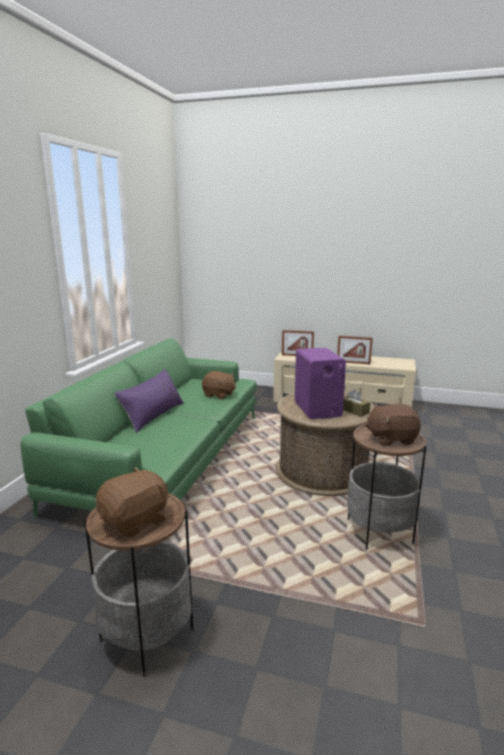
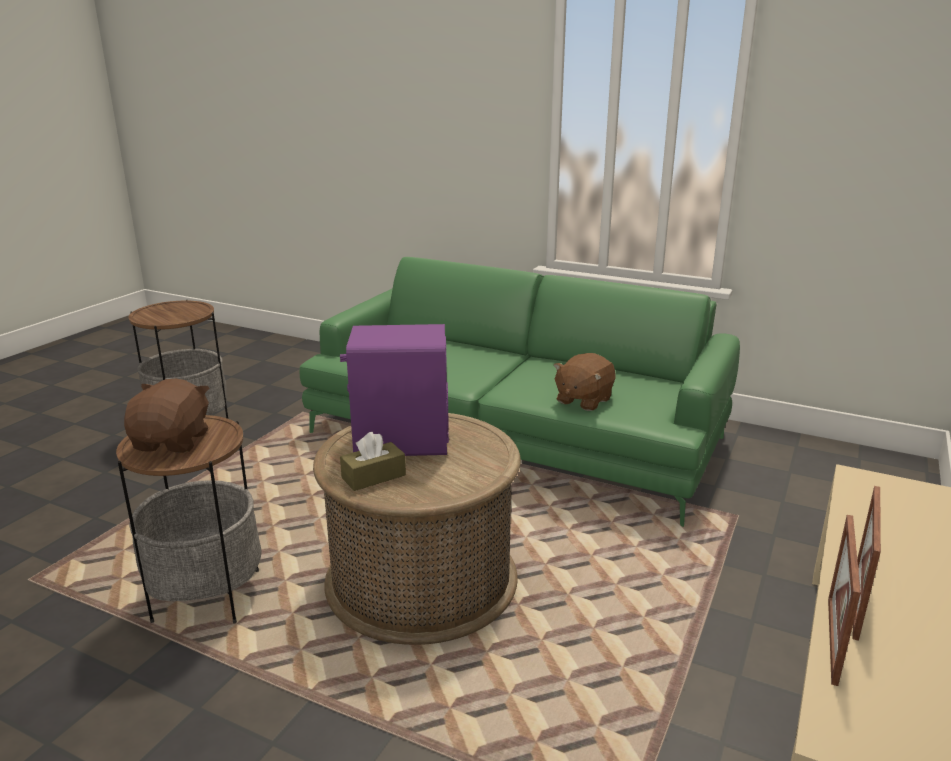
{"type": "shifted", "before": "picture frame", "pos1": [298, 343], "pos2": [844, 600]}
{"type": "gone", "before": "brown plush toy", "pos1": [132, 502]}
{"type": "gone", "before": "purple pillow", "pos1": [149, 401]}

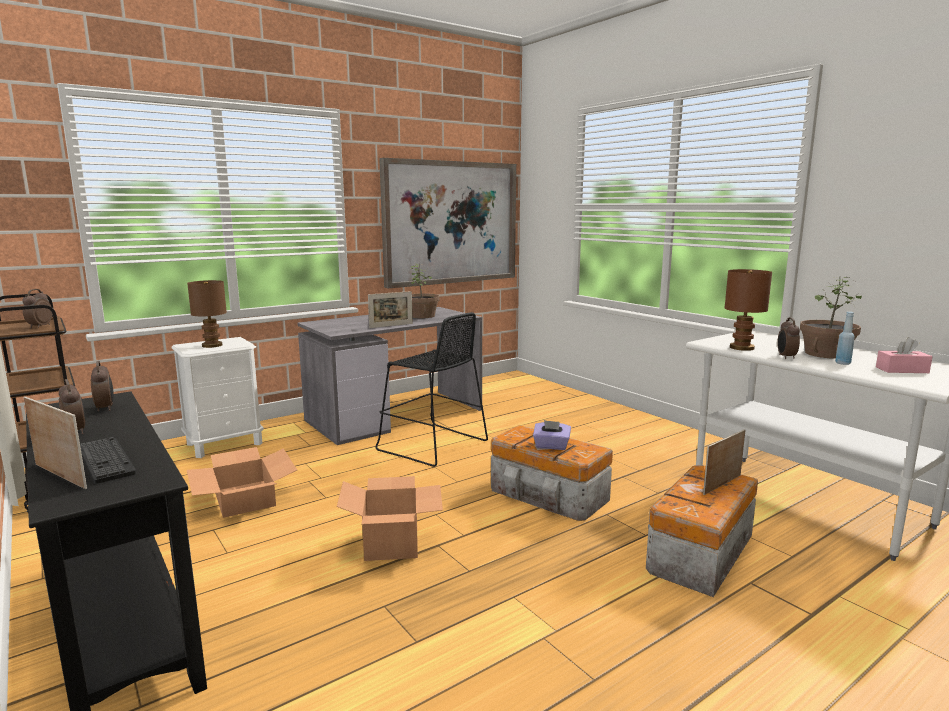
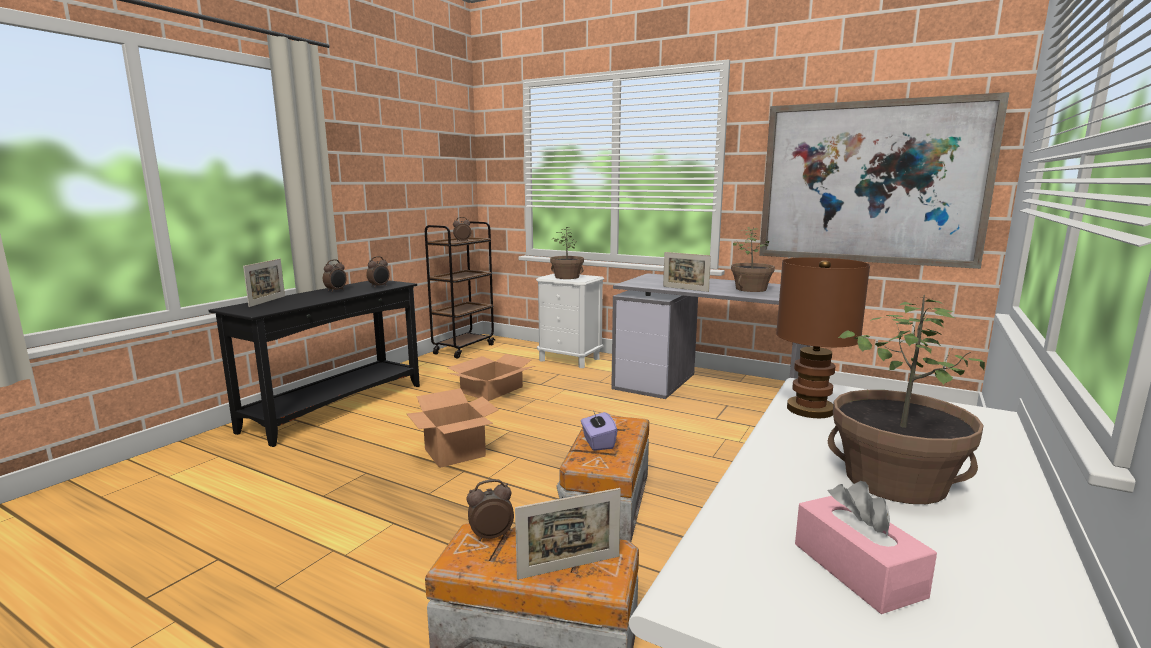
{"type": "shifted", "before": "alarm clock", "pos1": [788, 338], "pos2": [490, 510]}
{"type": "rotated", "before": "picture frame", "pos1": [724, 462], "pos2": [568, 534], "turn": 135}
{"type": "swapped", "before": "brown table lamp", "after": "potted plant", "pos1": [207, 314], "pos2": [567, 253]}
{"type": "gone", "before": "keyboard", "pos1": [108, 460]}
{"type": "gone", "before": "black stool", "pos1": [431, 389]}
{"type": "gone", "before": "blue bottle", "pos1": [845, 338]}

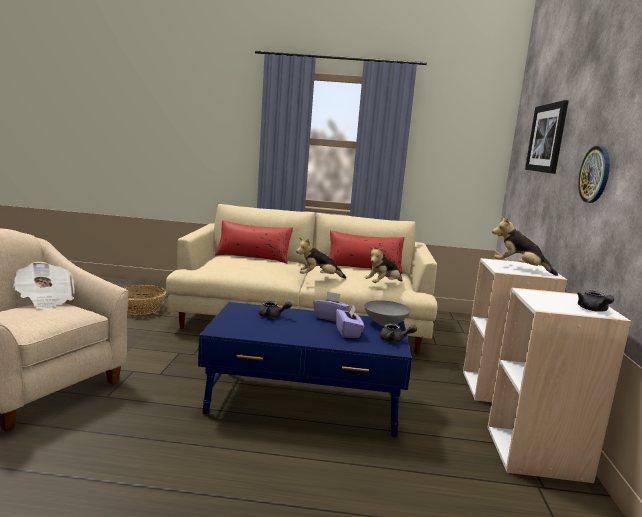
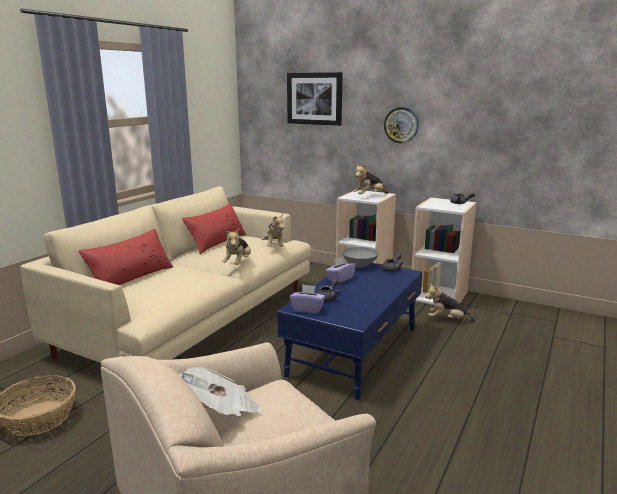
{"type": "shifted", "before": "purple tissue box", "pos1": [350, 322], "pos2": [307, 299]}
{"type": "new", "after": "plush toy", "pos2": [450, 302]}

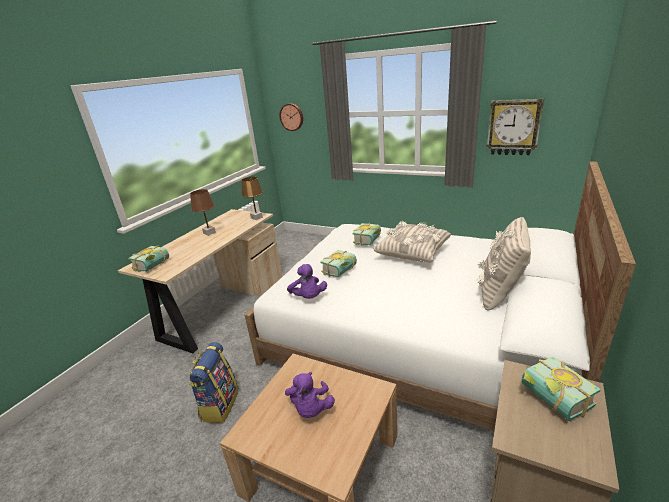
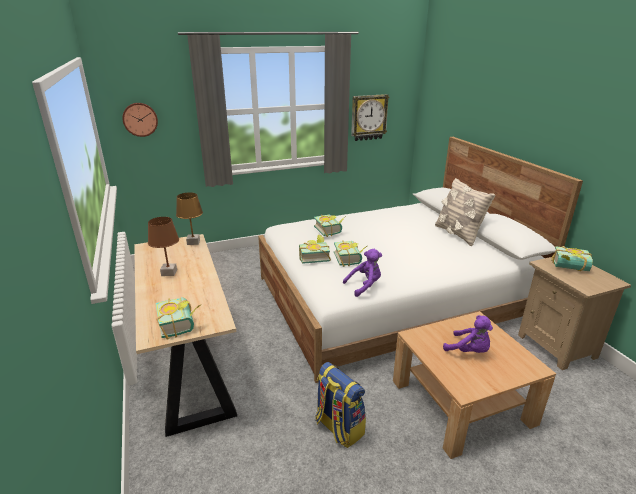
{"type": "new", "after": "book", "pos2": [315, 249]}
{"type": "rotated", "before": "purple plush toy", "pos1": [307, 281], "pos2": [362, 273], "turn": -45}
{"type": "gone", "before": "beige pillow", "pos1": [412, 241]}

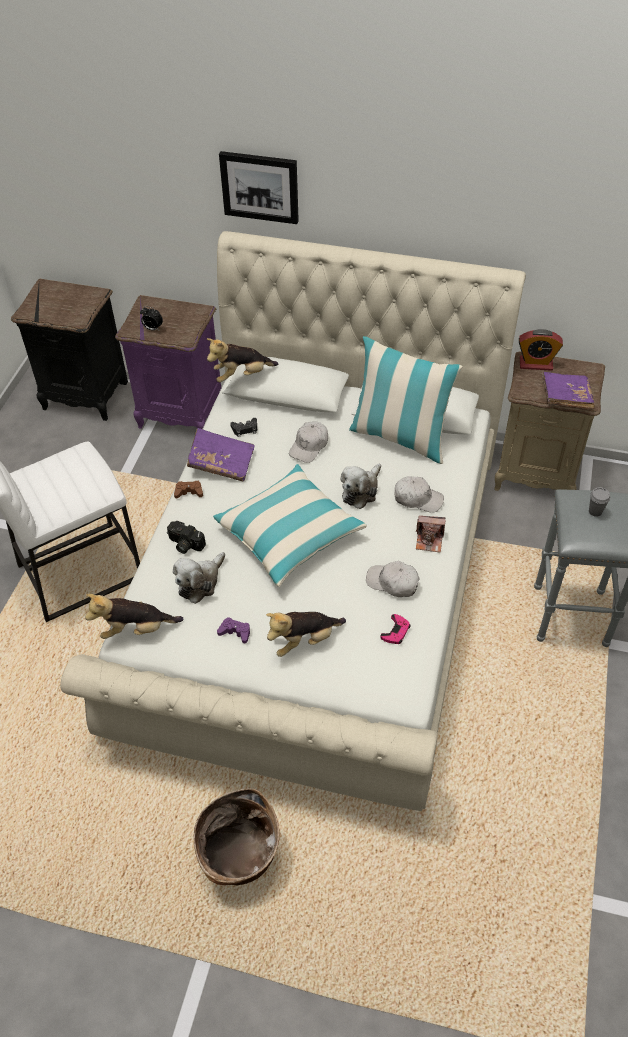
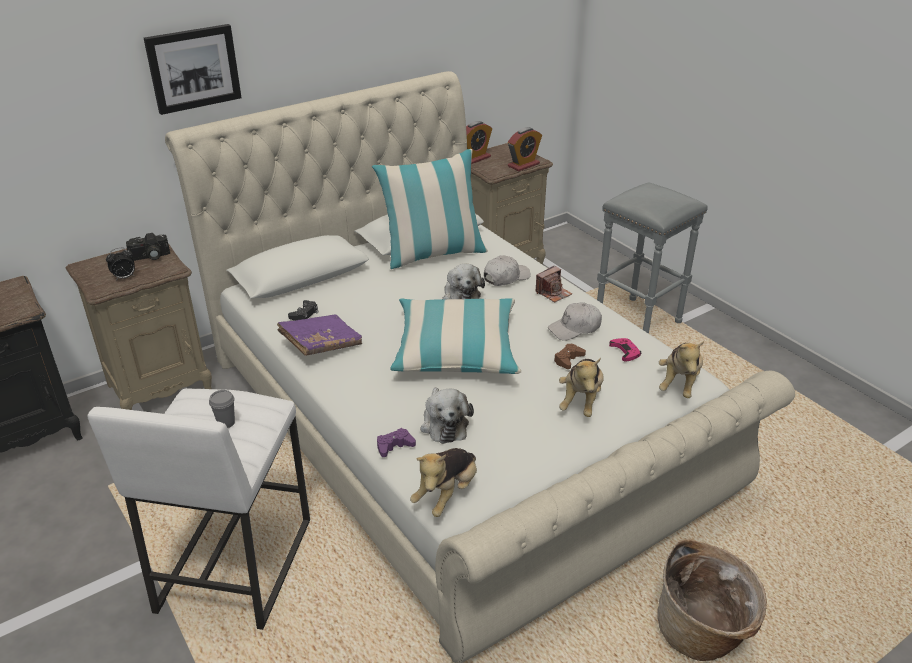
{"type": "repainted", "before": "purple nightstand", "after": "beige nightstand", "pos1": [168, 362], "pos2": [139, 326]}
{"type": "shifted", "before": "photo camera", "pos1": [186, 537], "pos2": [148, 247]}
{"type": "shifted", "before": "grey cup", "pos1": [599, 502], "pos2": [222, 409]}
{"type": "shifted", "before": "purple game controller", "pos1": [233, 630], "pos2": [396, 442]}
{"type": "swapped", "before": "purple book", "after": "alarm clock", "pos1": [568, 391], "pos2": [525, 149]}
{"type": "shifted", "before": "brown game controller", "pos1": [188, 489], "pos2": [570, 356]}
{"type": "shifted", "before": "plush toy", "pos1": [243, 360], "pos2": [681, 369]}
{"type": "gone", "before": "white cap", "pos1": [308, 442]}

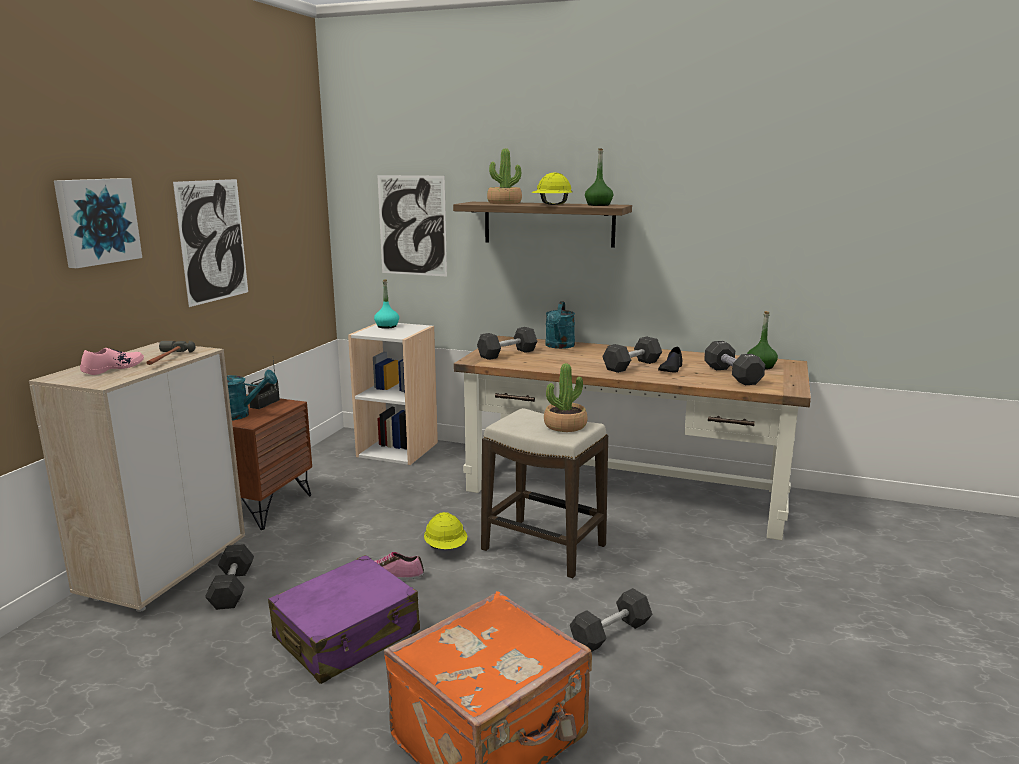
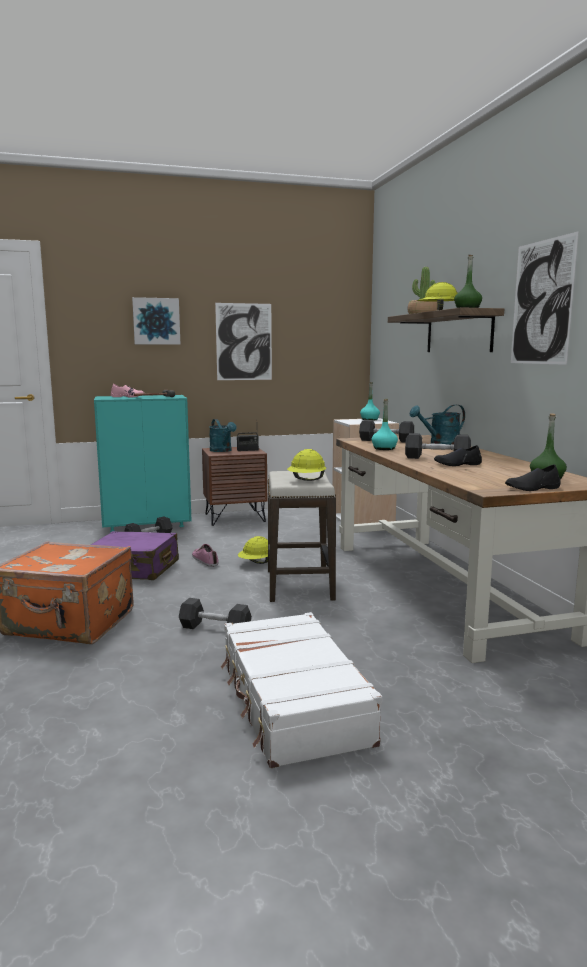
{"type": "repainted", "before": "beige cabinet", "after": "turquoise cabinet", "pos1": [137, 477], "pos2": [143, 463]}
{"type": "new", "after": "white suitcase", "pos2": [301, 690]}
{"type": "swapped", "before": "potted plant", "after": "yellow hard hat", "pos1": [566, 397], "pos2": [306, 465]}
{"type": "new", "after": "turquoise bottle", "pos2": [385, 424]}
{"type": "new", "after": "black shoe", "pos2": [533, 477]}
{"type": "shifted", "before": "picture", "pos1": [412, 226], "pos2": [545, 298]}
{"type": "gone", "before": "black dumbbell", "pos1": [734, 363]}

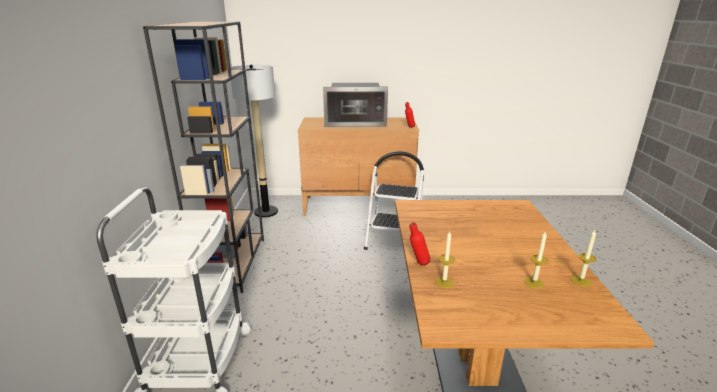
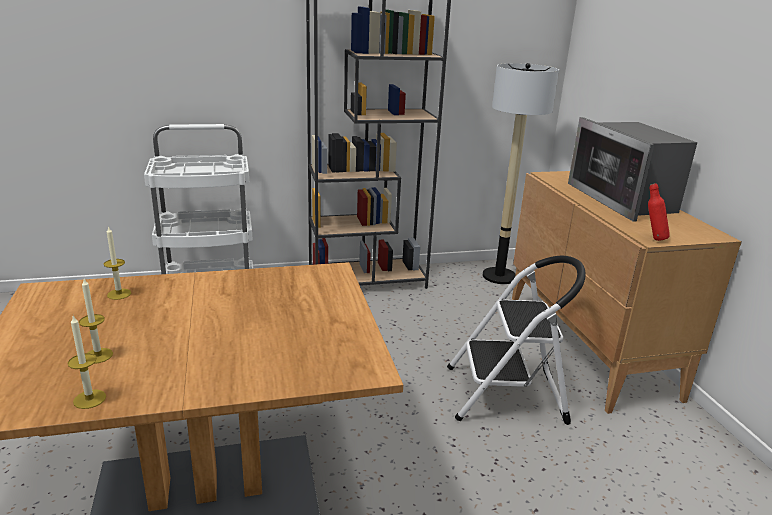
{"type": "gone", "before": "red bottle", "pos1": [420, 243]}

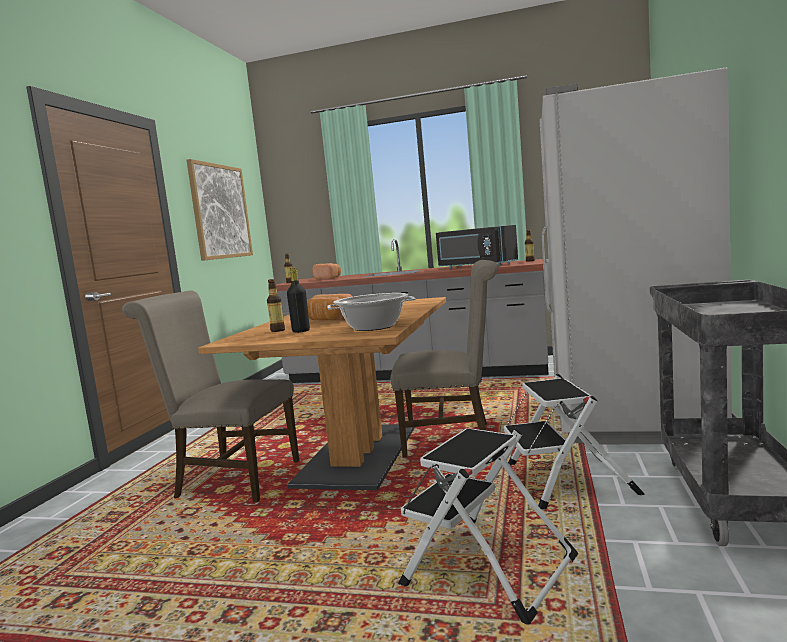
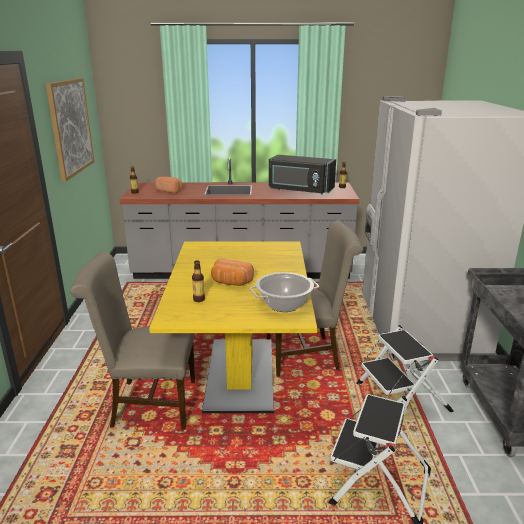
{"type": "repainted", "before": "brown dining table", "after": "yellow dining table", "pos1": [322, 393], "pos2": [233, 327]}
{"type": "gone", "before": "black bottle", "pos1": [298, 300]}

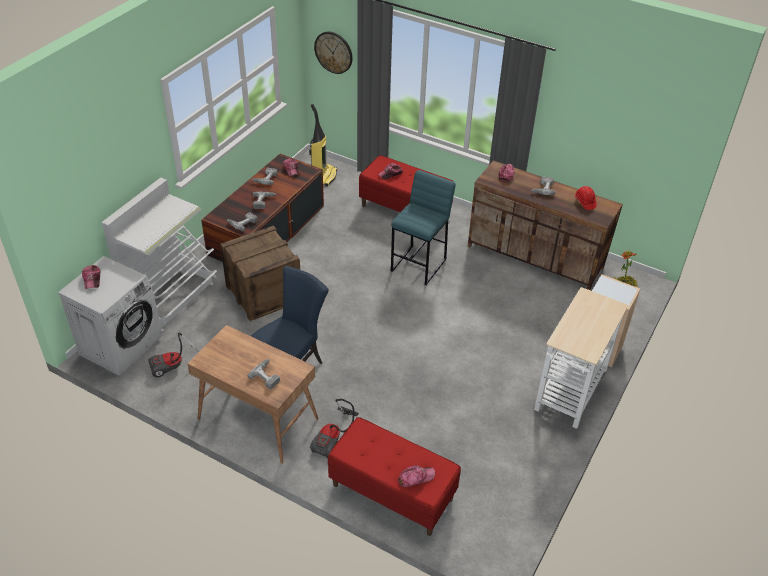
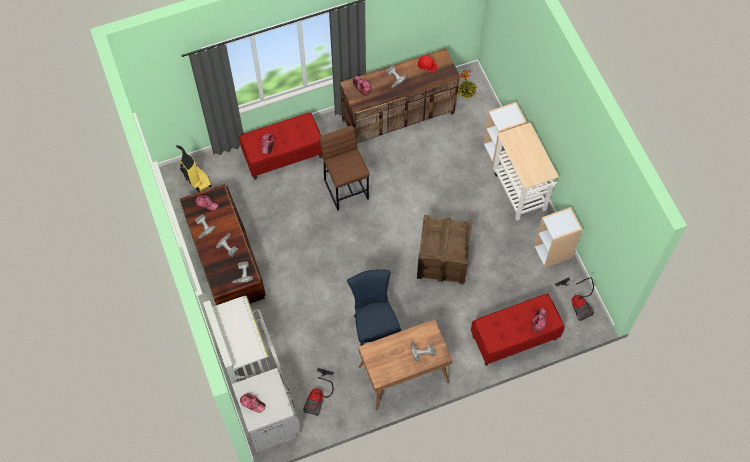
{"type": "repainted", "before": "turquoise stool", "after": "brown stool", "pos1": [423, 227], "pos2": [344, 168]}
{"type": "shifted", "before": "crate", "pos1": [260, 273], "pos2": [444, 250]}
{"type": "new", "after": "bookcase", "pos2": [558, 237]}
{"type": "shifted", "before": "vacuum cleaner", "pos1": [334, 429], "pos2": [574, 299]}
{"type": "gone", "before": "wall clock", "pos1": [333, 52]}

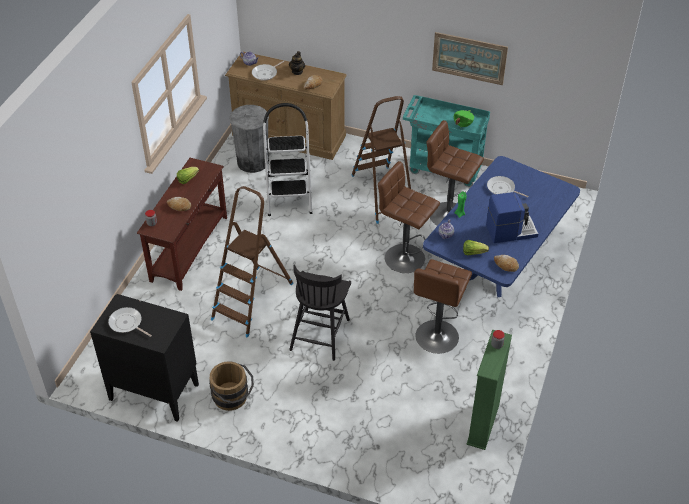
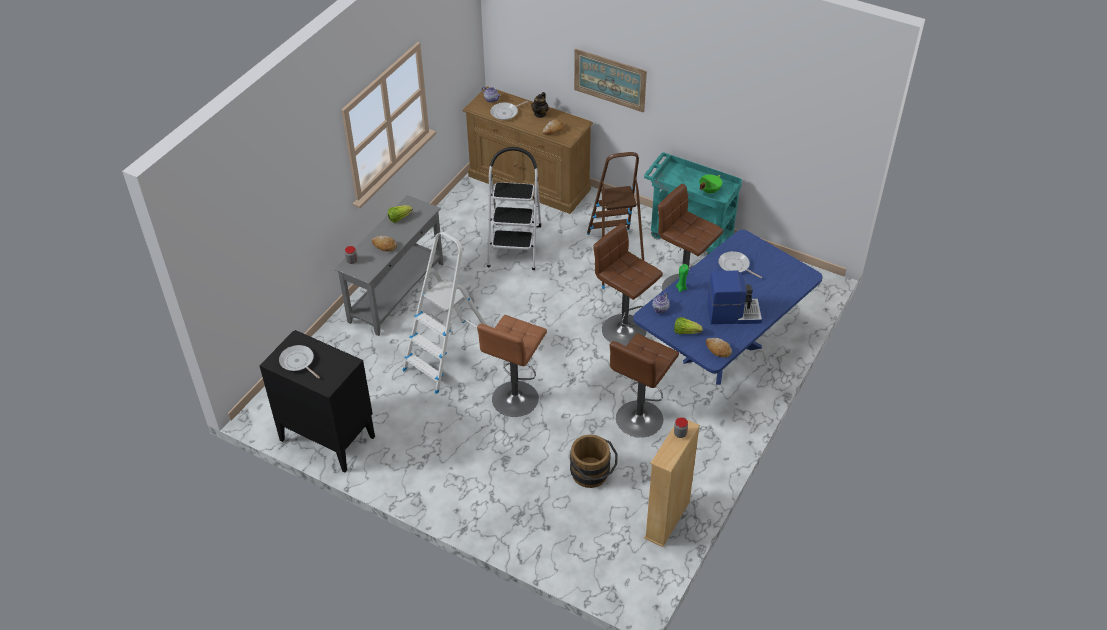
{"type": "repainted", "before": "brown console table", "after": "grey console table", "pos1": [182, 224], "pos2": [388, 265]}
{"type": "repainted", "before": "brown step ladder", "after": "white step ladder", "pos1": [252, 261], "pos2": [444, 313]}
{"type": "swapped", "before": "black chair", "after": "brown stool", "pos1": [320, 312], "pos2": [512, 366]}
{"type": "shifted", "before": "brown bucket", "pos1": [231, 386], "pos2": [594, 461]}
{"type": "shifted", "before": "picture", "pos1": [470, 58], "pos2": [610, 81]}
{"type": "repainted", "before": "green bookcase", "after": "beige bookcase", "pos1": [489, 390], "pos2": [672, 482]}
{"type": "gone", "before": "grey trash can", "pos1": [249, 139]}

